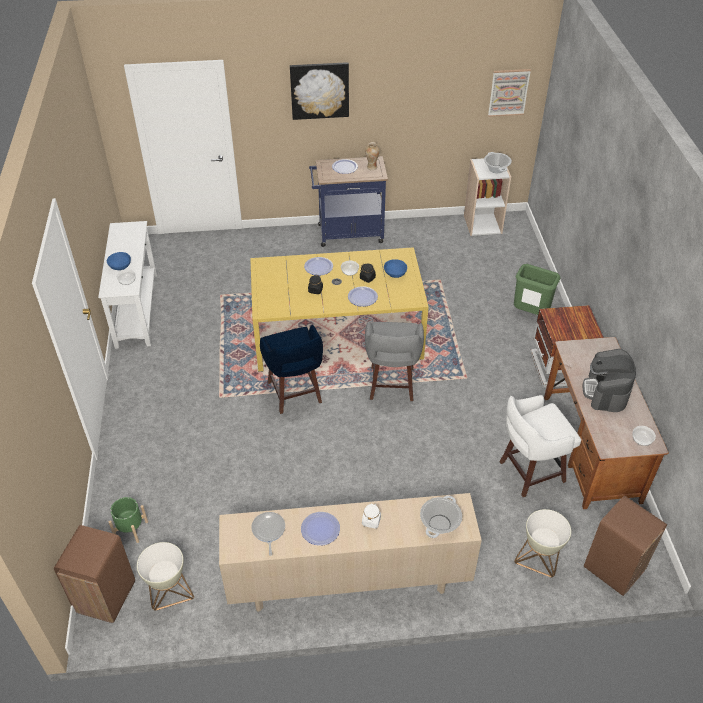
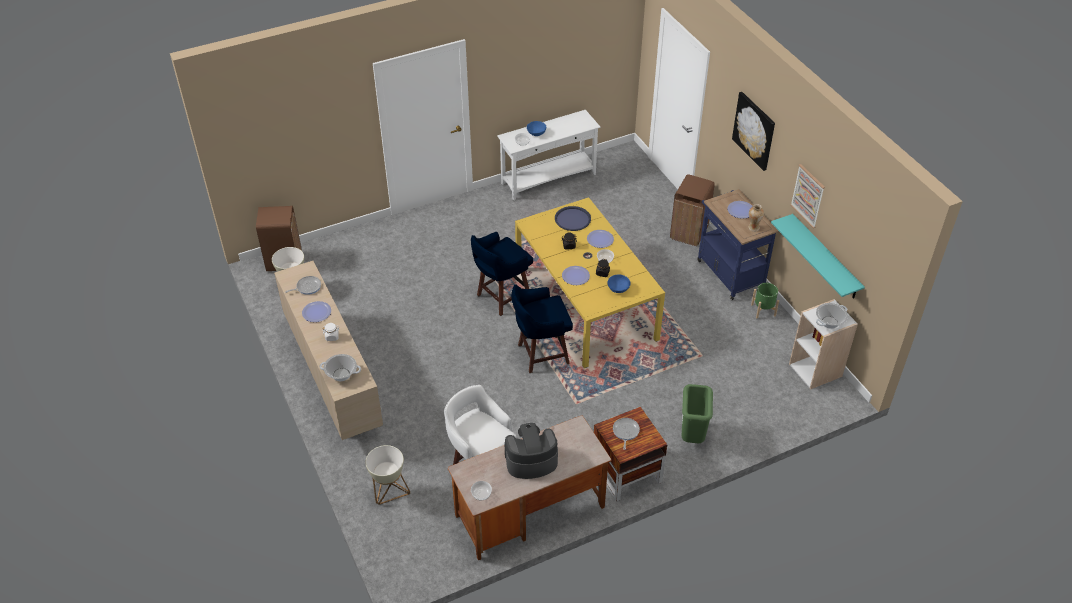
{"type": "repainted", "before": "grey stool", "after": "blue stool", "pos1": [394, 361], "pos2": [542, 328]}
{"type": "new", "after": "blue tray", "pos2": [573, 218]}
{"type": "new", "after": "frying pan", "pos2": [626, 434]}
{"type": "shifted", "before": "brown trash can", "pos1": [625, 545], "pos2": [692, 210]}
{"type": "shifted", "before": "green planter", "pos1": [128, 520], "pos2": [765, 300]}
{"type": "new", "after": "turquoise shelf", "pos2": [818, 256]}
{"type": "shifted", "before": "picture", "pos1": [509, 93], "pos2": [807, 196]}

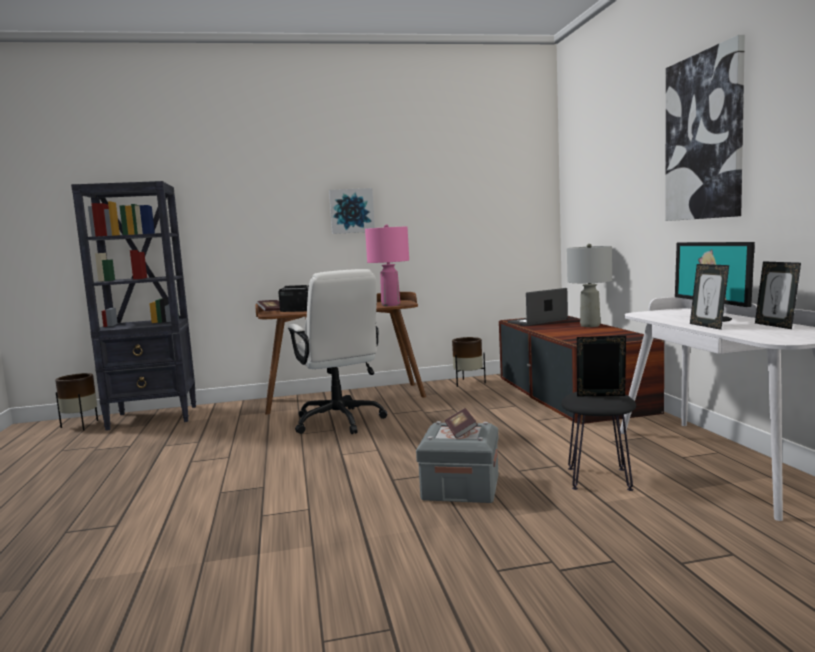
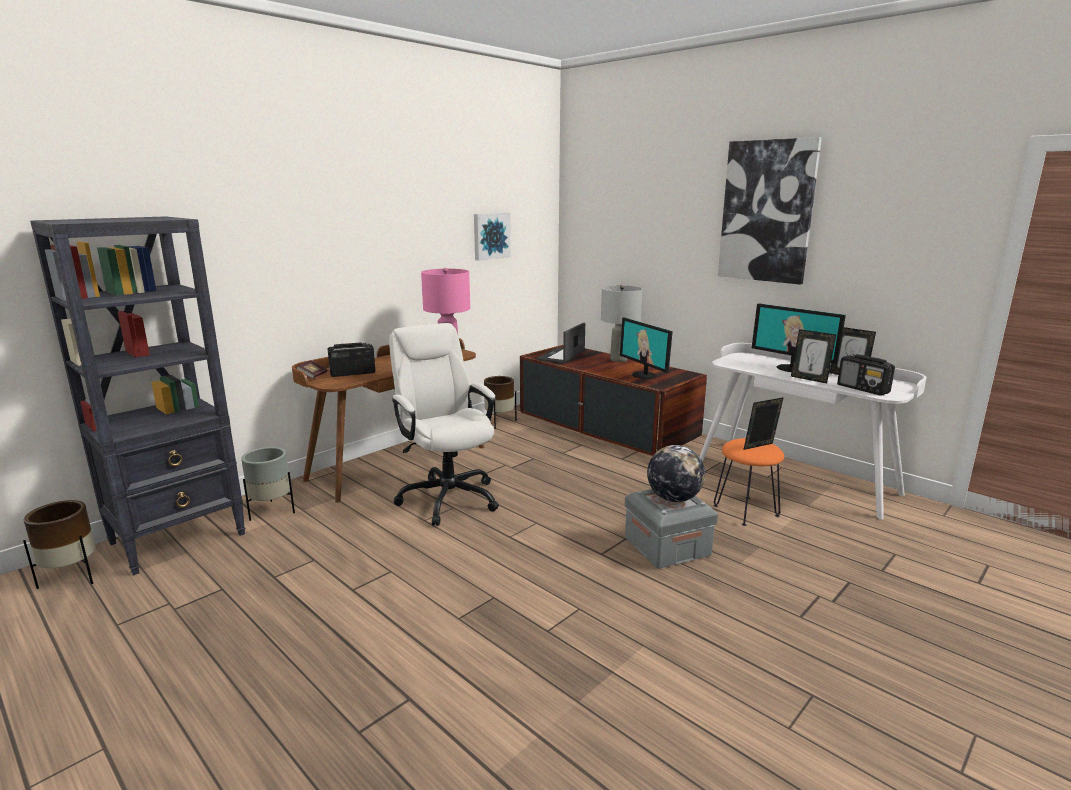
{"type": "new", "after": "grey planter", "pos2": [268, 484]}
{"type": "rotated", "before": "white office chair", "pos1": [337, 351], "pos2": [444, 424], "turn": -150}
{"type": "shifted", "before": "picture", "pos1": [352, 211], "pos2": [492, 236]}
{"type": "new", "after": "monitor", "pos2": [646, 348]}
{"type": "swapped", "before": "book", "after": "globe", "pos1": [461, 423], "pos2": [676, 473]}
{"type": "repainted", "before": "black stool", "after": "orange stool", "pos1": [598, 441], "pos2": [748, 482]}
{"type": "new", "after": "radio", "pos2": [866, 375]}

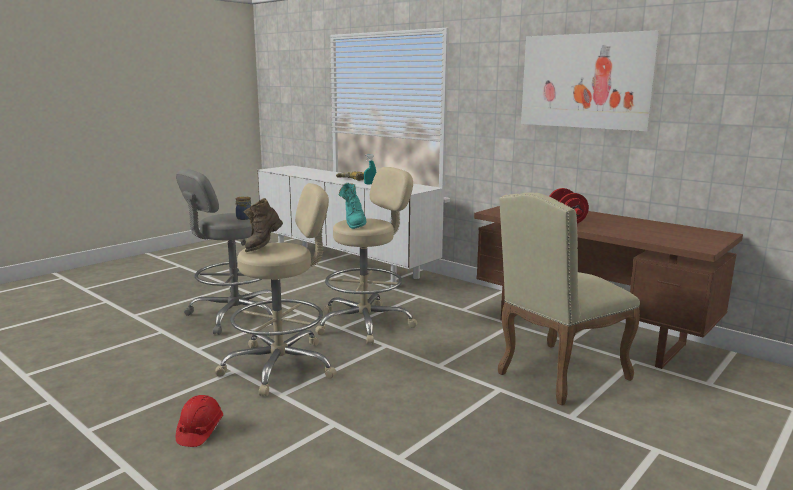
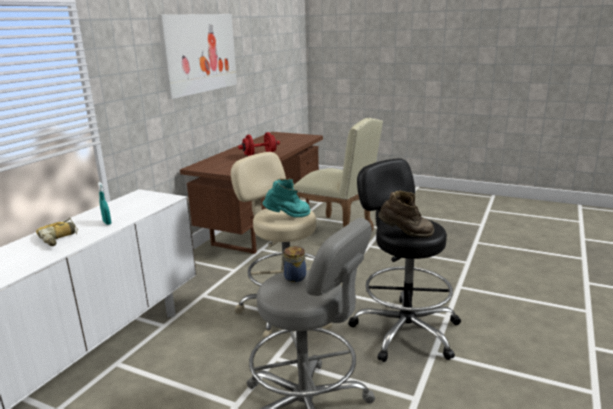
{"type": "repainted", "before": "beige stool", "after": "black stool", "pos1": [276, 289], "pos2": [404, 260]}
{"type": "gone", "before": "red hard hat", "pos1": [199, 421]}

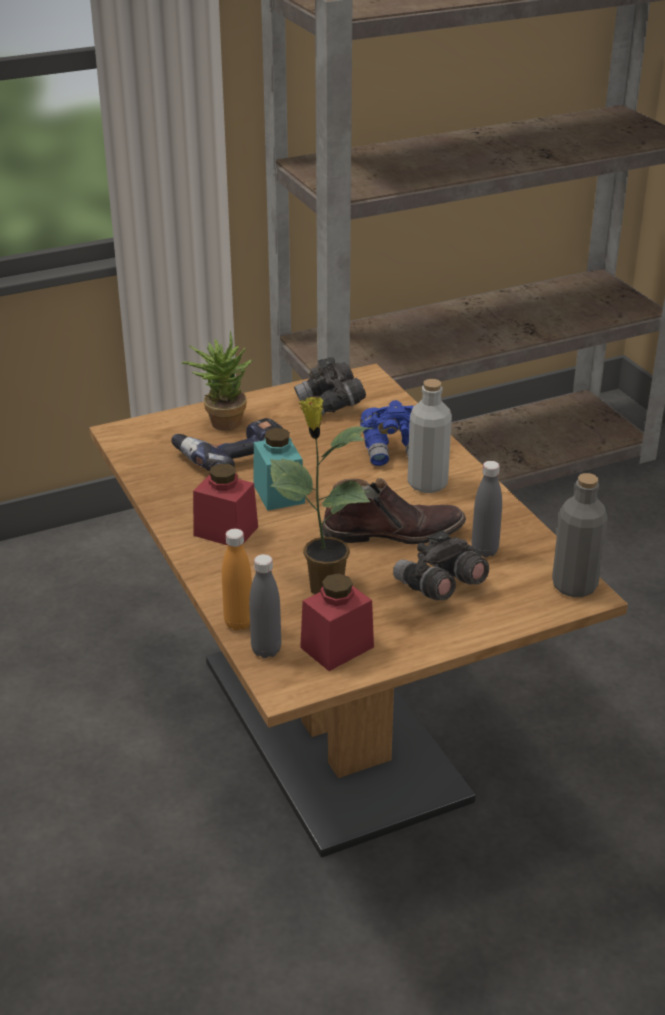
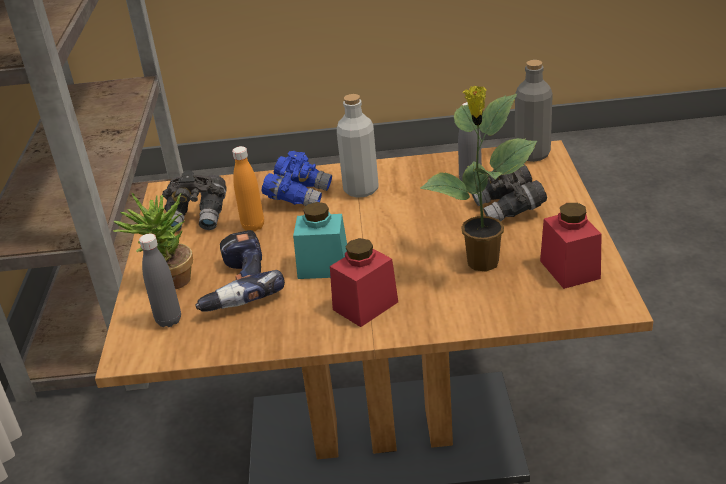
{"type": "shifted", "before": "grey bottle", "pos1": [265, 606], "pos2": [160, 280]}
{"type": "shifted", "before": "orange bottle", "pos1": [237, 579], "pos2": [248, 189]}
{"type": "gone", "before": "brown boot", "pos1": [394, 511]}

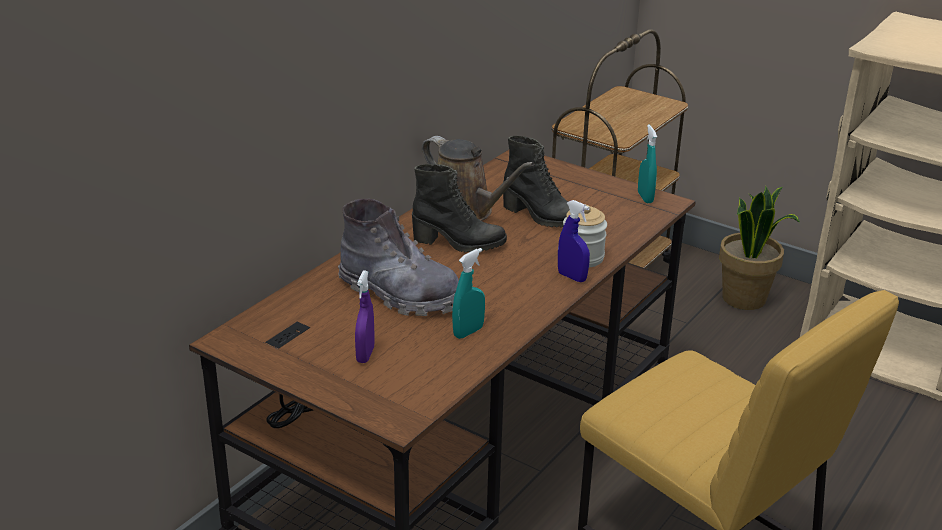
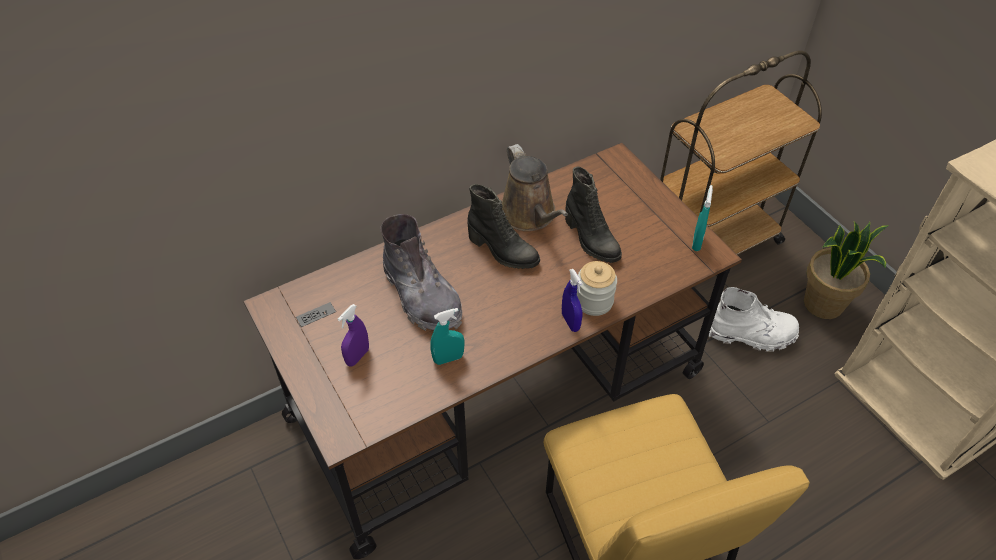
{"type": "new", "after": "white boot", "pos2": [753, 319]}

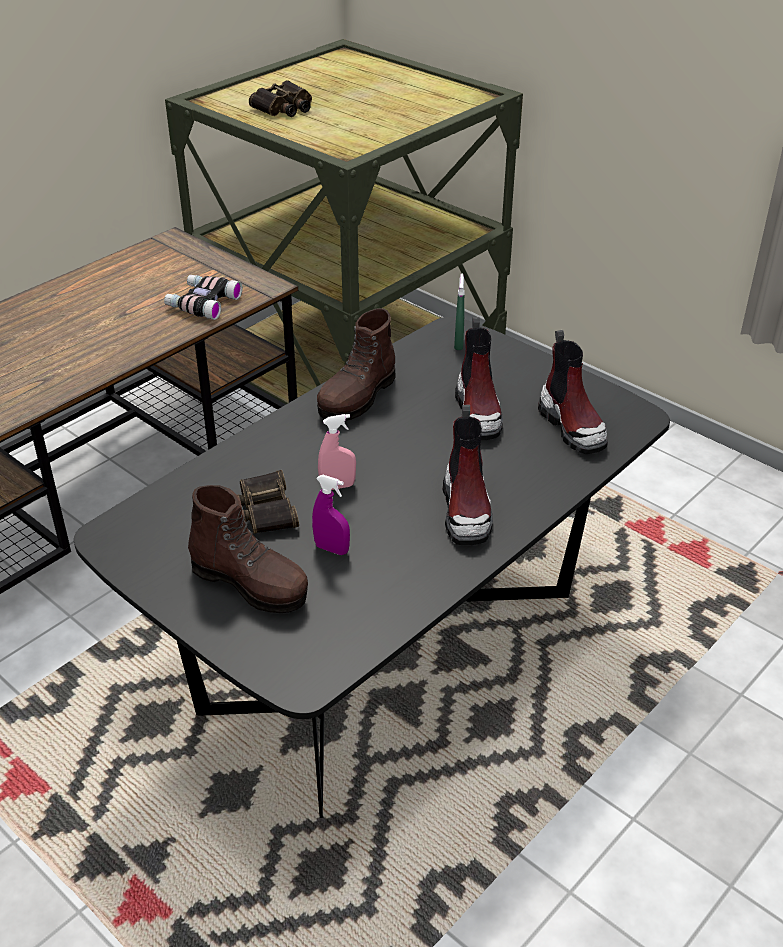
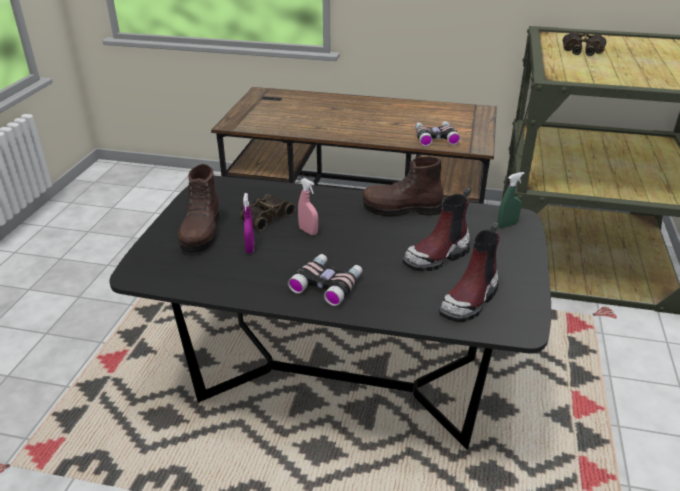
{"type": "swapped", "before": "boot", "after": "binoculars", "pos1": [468, 475], "pos2": [325, 280]}

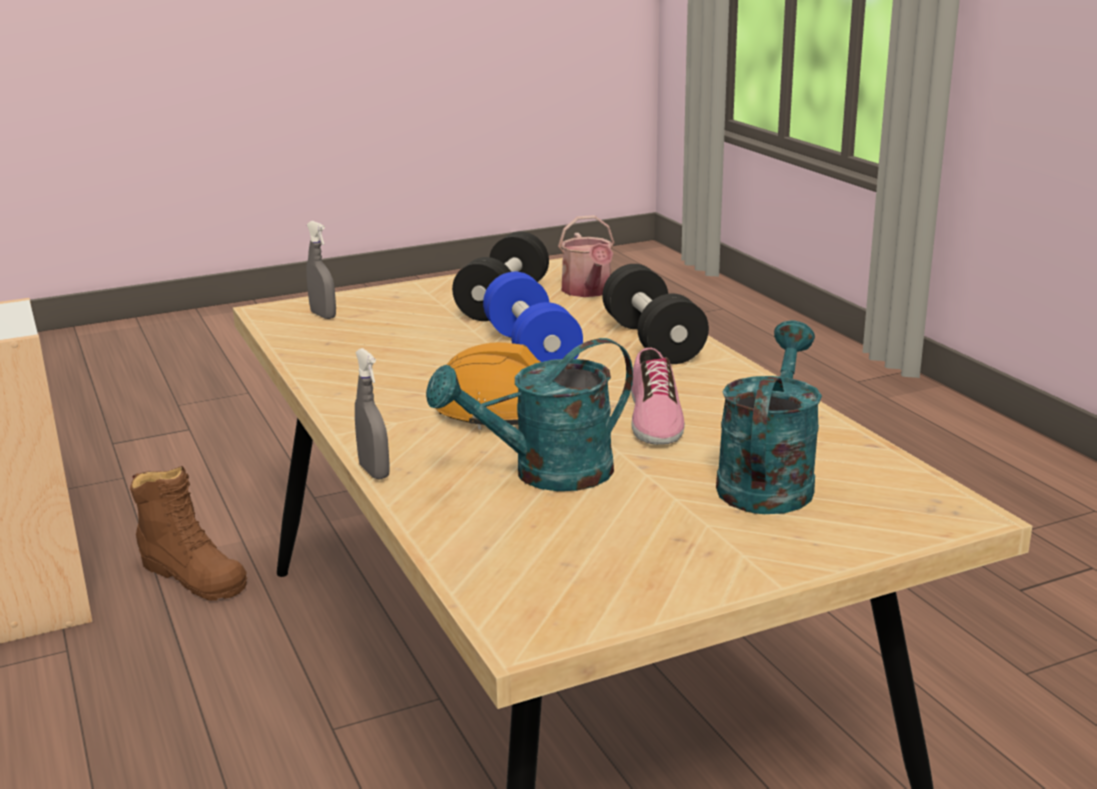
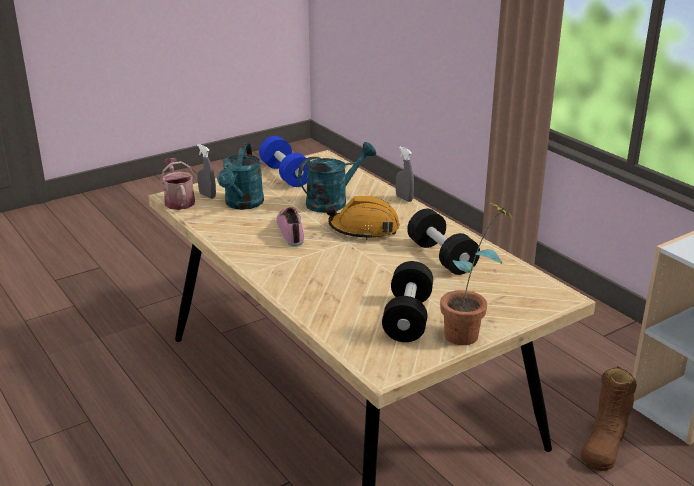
{"type": "shifted", "before": "watering can", "pos1": [586, 256], "pos2": [178, 184]}
{"type": "shifted", "before": "grey spray bottle", "pos1": [321, 270], "pos2": [206, 171]}
{"type": "shifted", "before": "blue dumbbell", "pos1": [533, 317], "pos2": [284, 161]}
{"type": "shifted", "before": "black dumbbell", "pos1": [655, 314], "pos2": [443, 242]}
{"type": "new", "after": "potted plant", "pos2": [477, 273]}
{"type": "rotated", "before": "brown boot", "pos1": [188, 533], "pos2": [609, 419], "turn": -90}

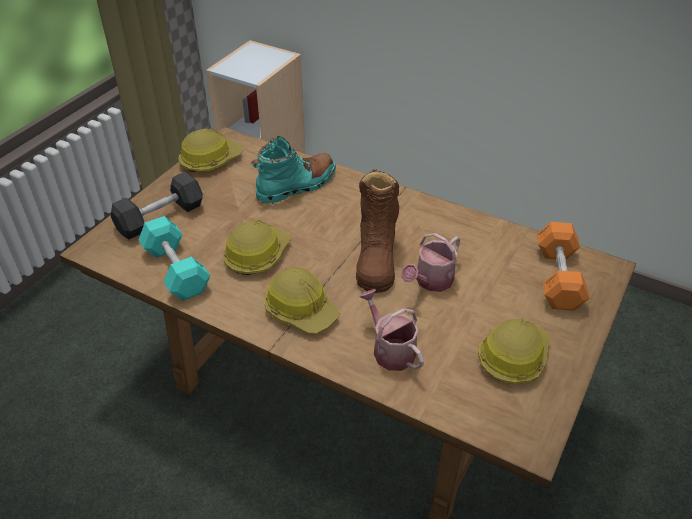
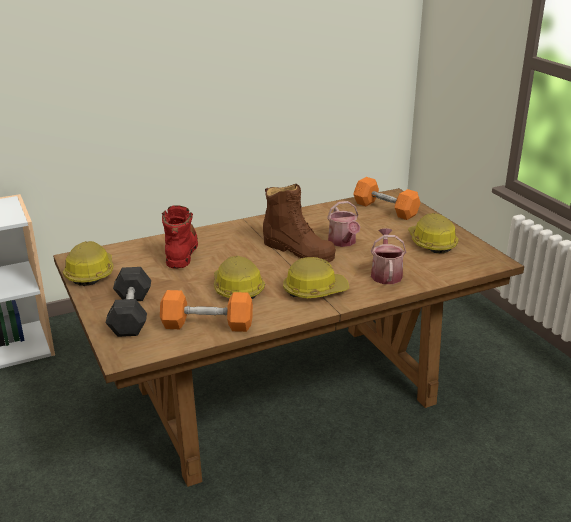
{"type": "repainted", "before": "turquoise dumbbell", "after": "orange dumbbell", "pos1": [174, 258], "pos2": [206, 311]}
{"type": "repainted", "before": "turquoise boot", "after": "red boot", "pos1": [293, 170], "pos2": [180, 237]}
{"type": "rotated", "before": "watering can", "pos1": [391, 330], "pos2": [388, 256], "turn": 90}

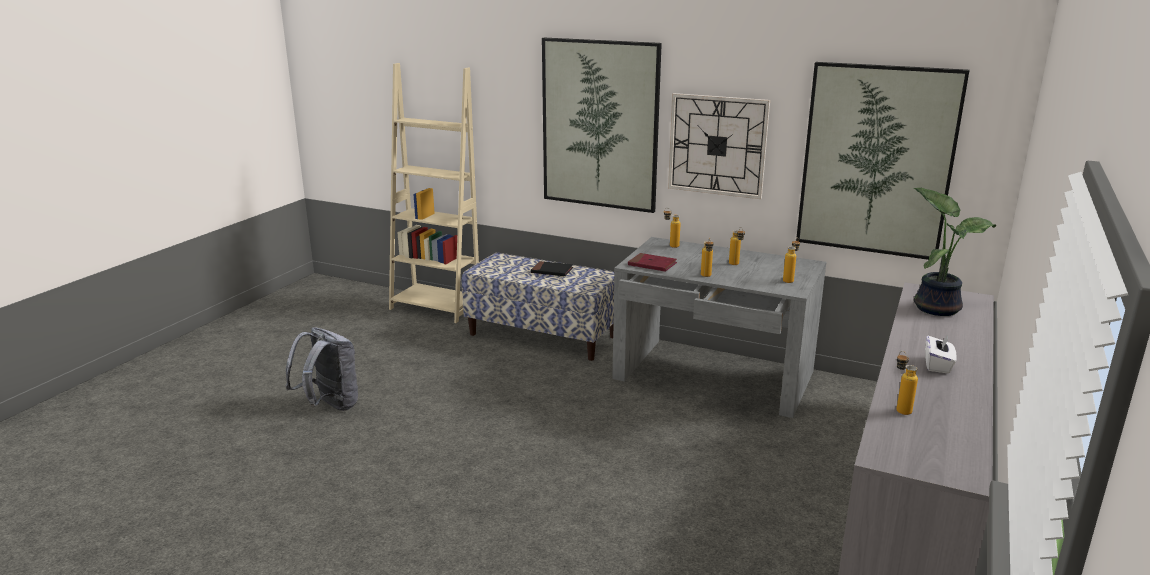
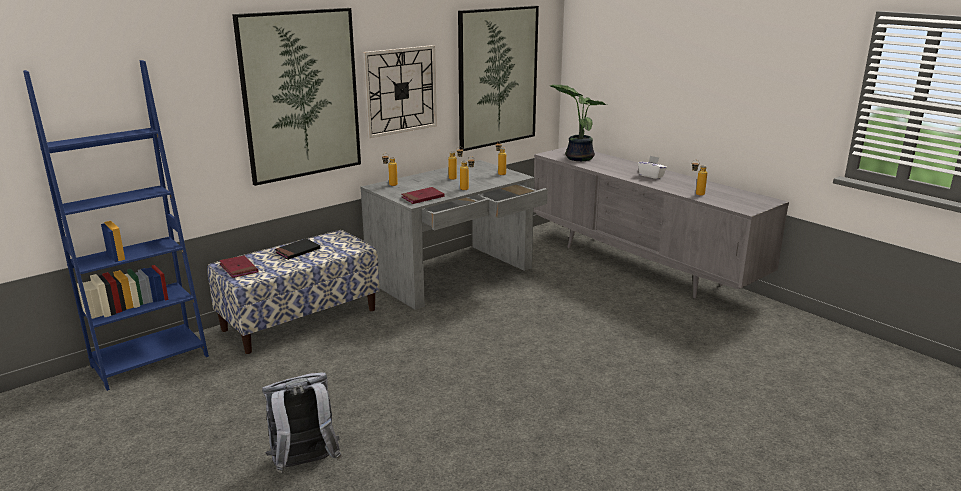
{"type": "repainted", "before": "beige bookcase", "after": "blue bookcase", "pos1": [434, 193], "pos2": [116, 225]}
{"type": "new", "after": "red book", "pos2": [238, 266]}

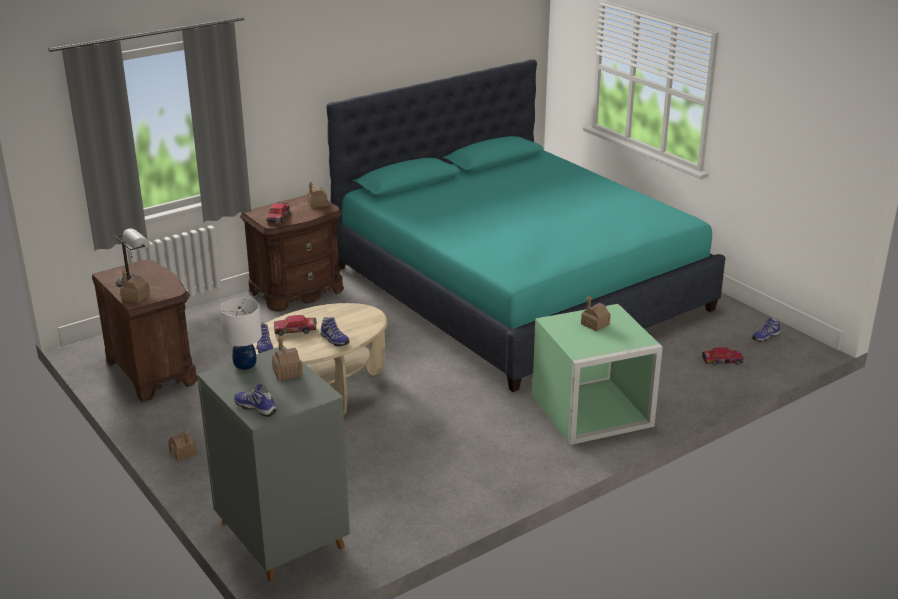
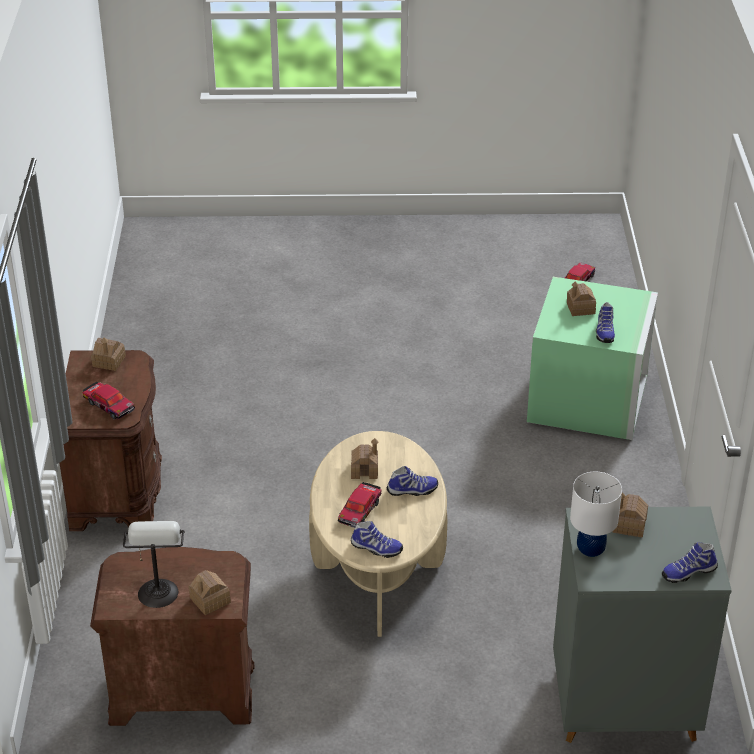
{"type": "shifted", "before": "toy house", "pos1": [183, 445], "pos2": [364, 458]}
{"type": "shifted", "before": "shoe", "pos1": [766, 330], "pos2": [605, 322]}
{"type": "gone", "before": "turquoise bed", "pos1": [526, 225]}

